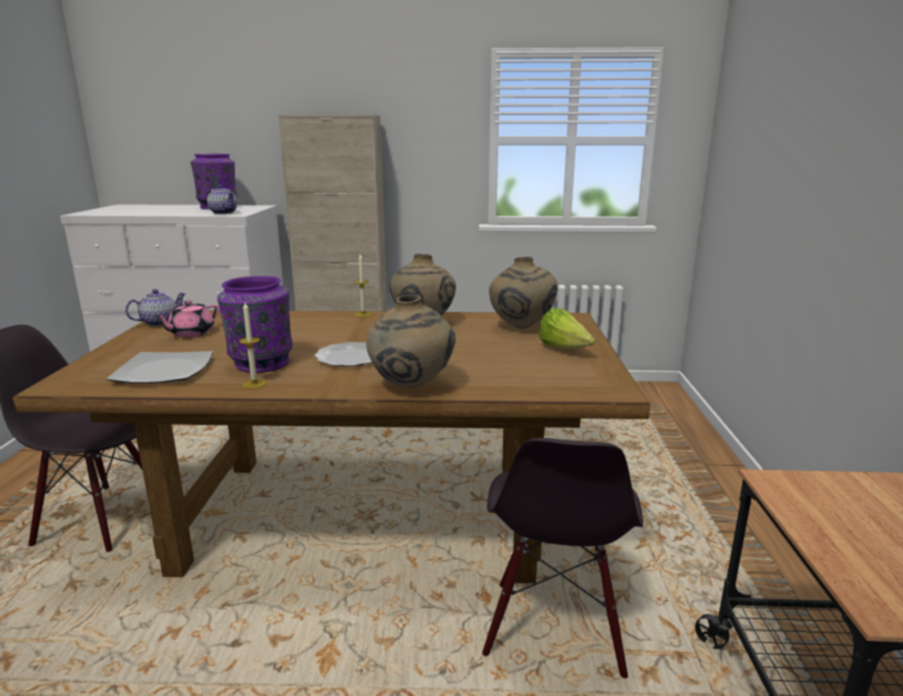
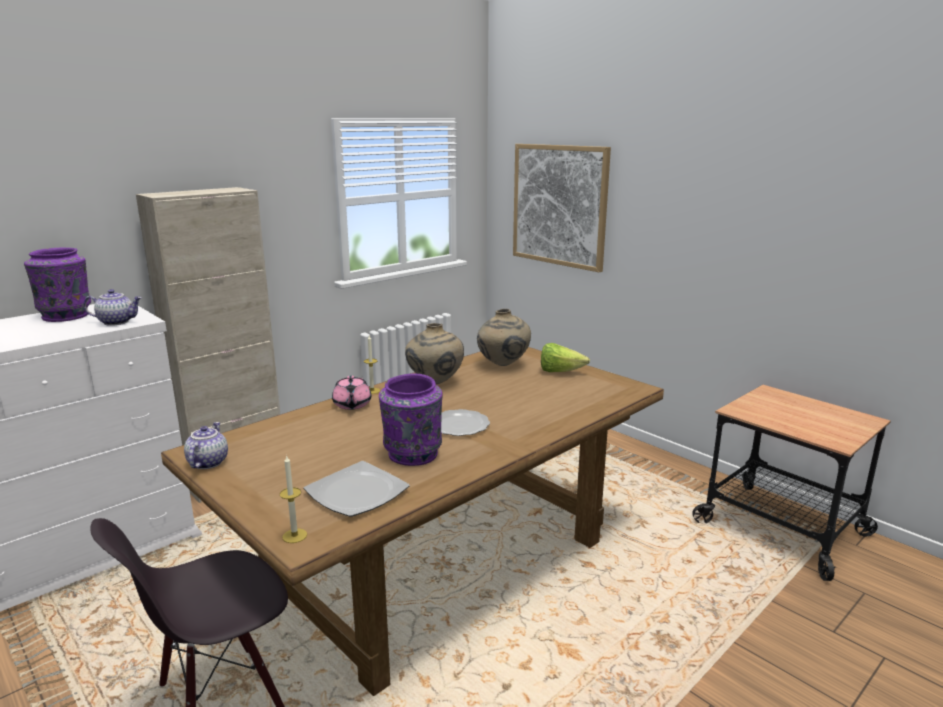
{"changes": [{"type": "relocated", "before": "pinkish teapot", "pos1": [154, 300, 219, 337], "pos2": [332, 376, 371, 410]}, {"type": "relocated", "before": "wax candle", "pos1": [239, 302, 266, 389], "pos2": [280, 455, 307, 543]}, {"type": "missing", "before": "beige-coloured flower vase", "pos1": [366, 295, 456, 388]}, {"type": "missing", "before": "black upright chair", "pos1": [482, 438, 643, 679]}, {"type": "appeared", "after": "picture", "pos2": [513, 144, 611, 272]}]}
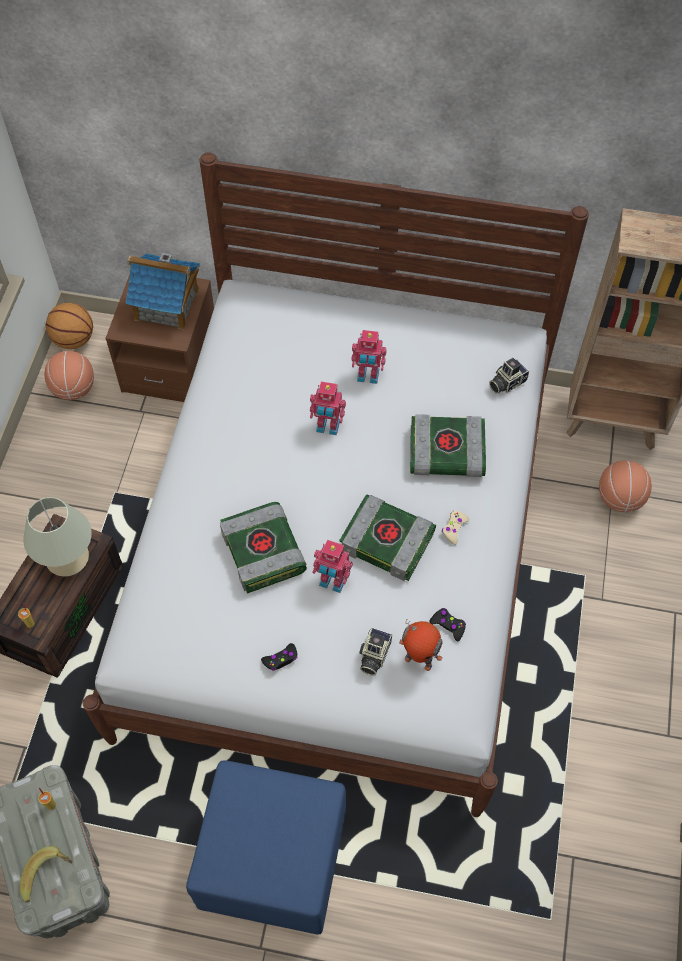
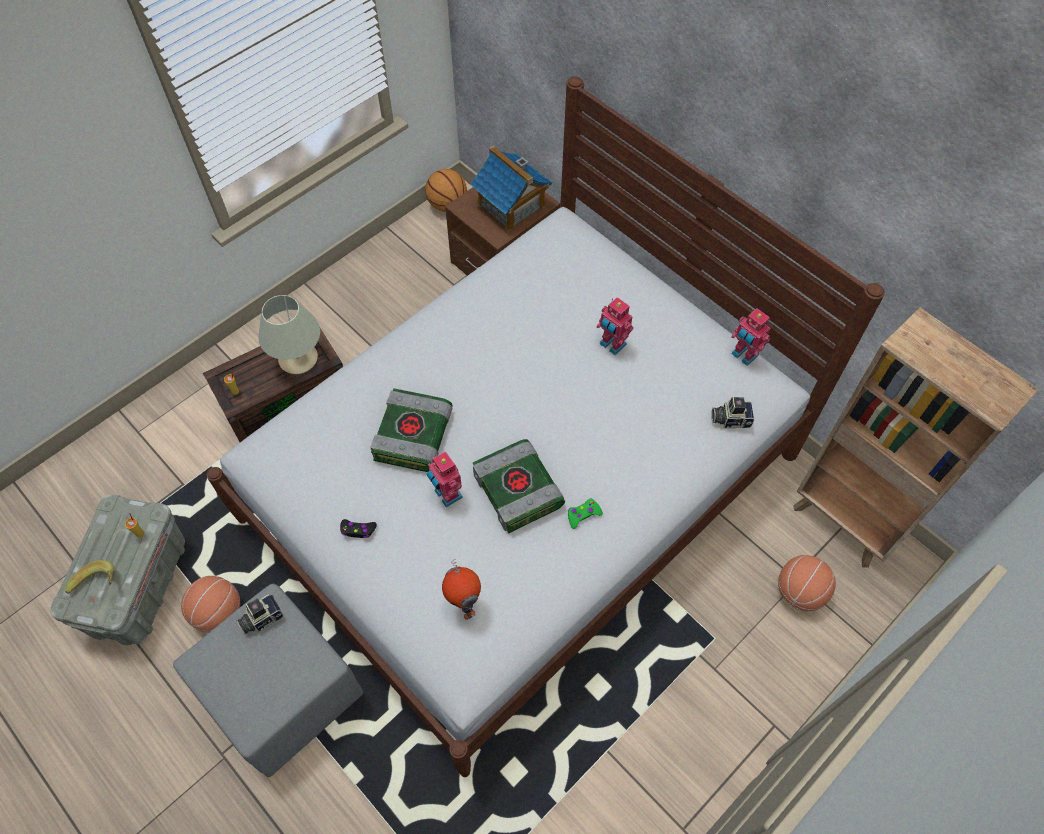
{"changes": [{"type": "relocated", "before": "ball for basketball", "pos1": [44, 351, 94, 400], "pos2": [181, 576, 240, 633]}, {"type": "colour", "before": "bluish ottoman", "after": "greyish ottoman", "pos1": [186, 760, 346, 935], "pos2": [173, 583, 363, 777]}, {"type": "relocated", "before": "model robot", "pos1": [310, 381, 346, 435], "pos2": [731, 308, 771, 366]}, {"type": "relocated", "before": "still camera", "pos1": [359, 628, 392, 676], "pos2": [237, 594, 284, 634]}, {"type": "missing", "before": "book", "pos1": [410, 414, 486, 477]}, {"type": "missing", "before": "black game controller", "pos1": [429, 608, 466, 641]}, {"type": "colour", "before": "beige-coloured game controller", "after": "green game controller", "pos1": [442, 511, 469, 545], "pos2": [568, 498, 603, 529]}]}
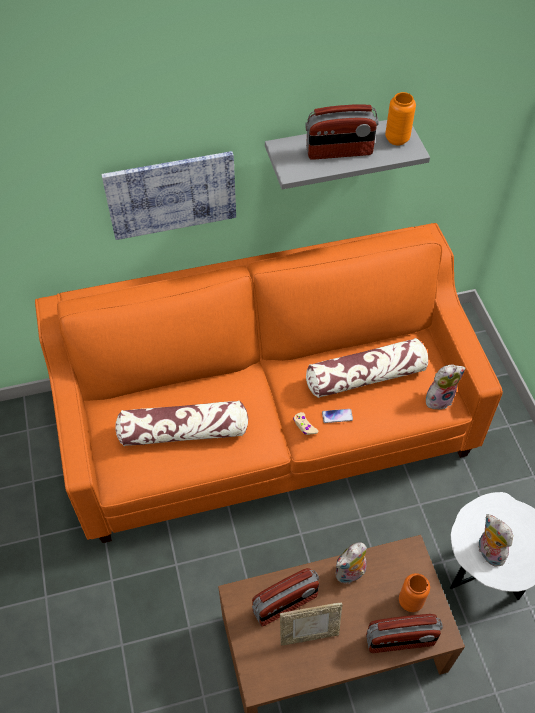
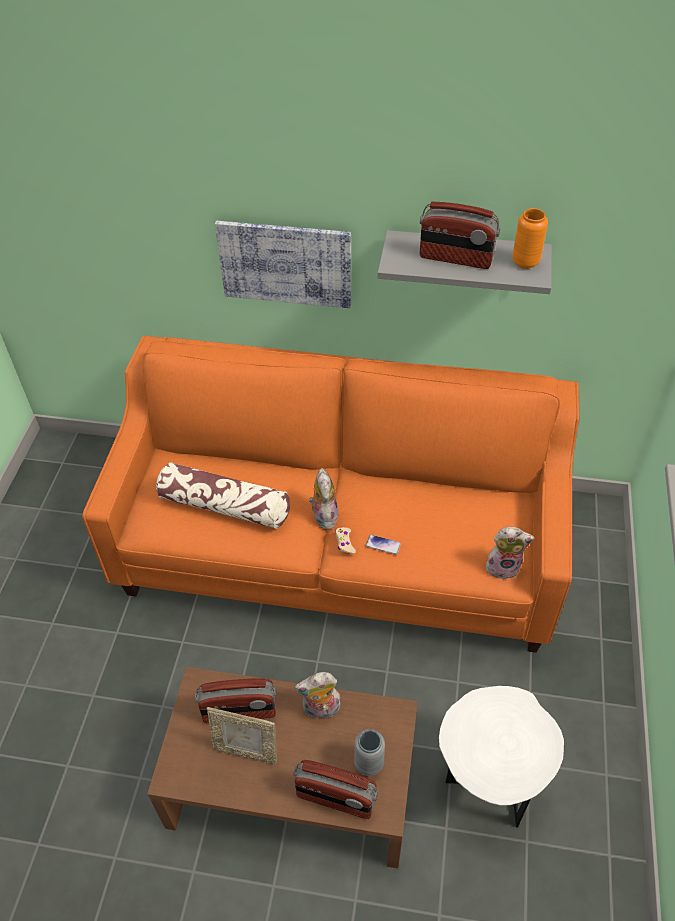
{"changes": [{"type": "missing", "before": "pillow", "pos1": [306, 338, 428, 398]}, {"type": "colour", "before": "orange flower vase", "after": "greyish flower vase", "pos1": [399, 573, 430, 612], "pos2": [354, 729, 385, 776]}, {"type": "relocated", "before": "cuddly toy", "pos1": [479, 514, 513, 567], "pos2": [309, 468, 339, 530]}]}
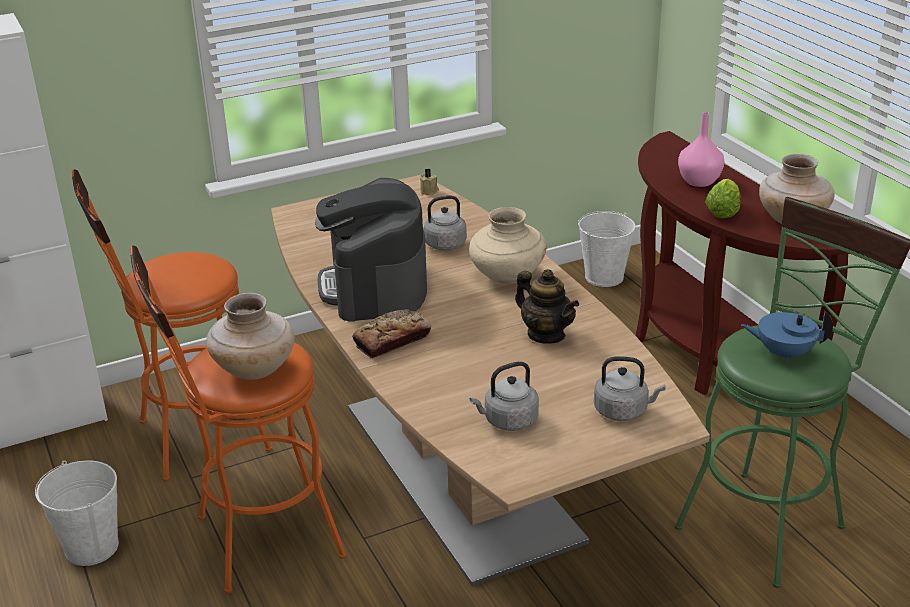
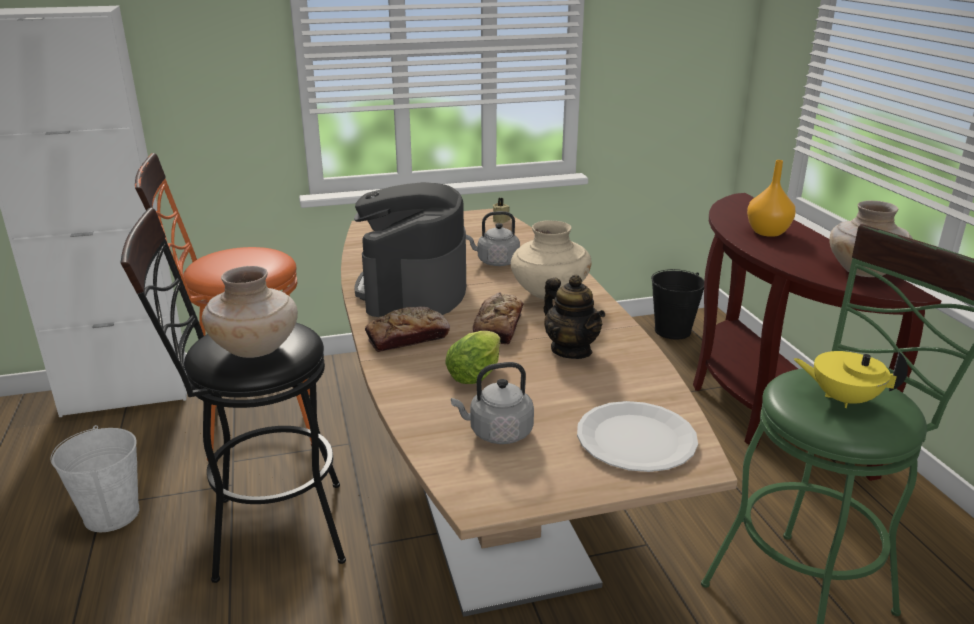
{"changes": [{"type": "colour", "before": "orange stool", "after": "black stool", "pos1": [130, 246, 347, 594], "pos2": [121, 208, 346, 583]}, {"type": "colour", "before": "whitish water bucket", "after": "black water bucket", "pos1": [578, 211, 636, 287], "pos2": [651, 269, 704, 340]}, {"type": "exchanged", "before": "greyish kettle", "after": "whitish plate", "pos1": [594, 356, 665, 421], "pos2": [577, 401, 698, 472]}, {"type": "colour", "before": "pinkish flower vase", "after": "orange flower vase", "pos1": [678, 112, 725, 187], "pos2": [747, 160, 796, 237]}, {"type": "relocated", "before": "head of lettuce", "pos1": [705, 179, 741, 218], "pos2": [446, 331, 501, 384]}, {"type": "colour", "before": "bluish teapot", "after": "yellow teapot", "pos1": [741, 311, 833, 362], "pos2": [794, 351, 908, 408]}, {"type": "appeared", "after": "bread", "pos2": [473, 292, 524, 344]}]}
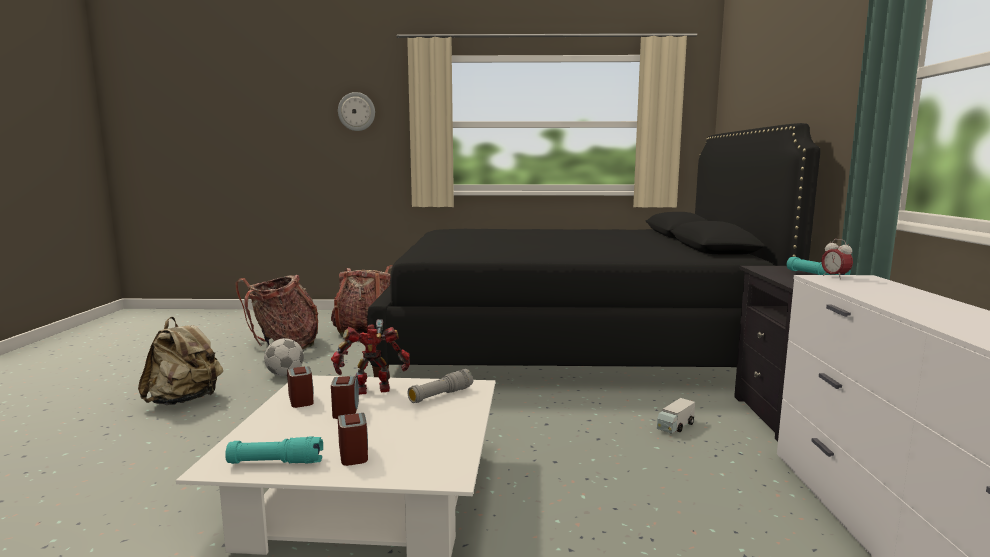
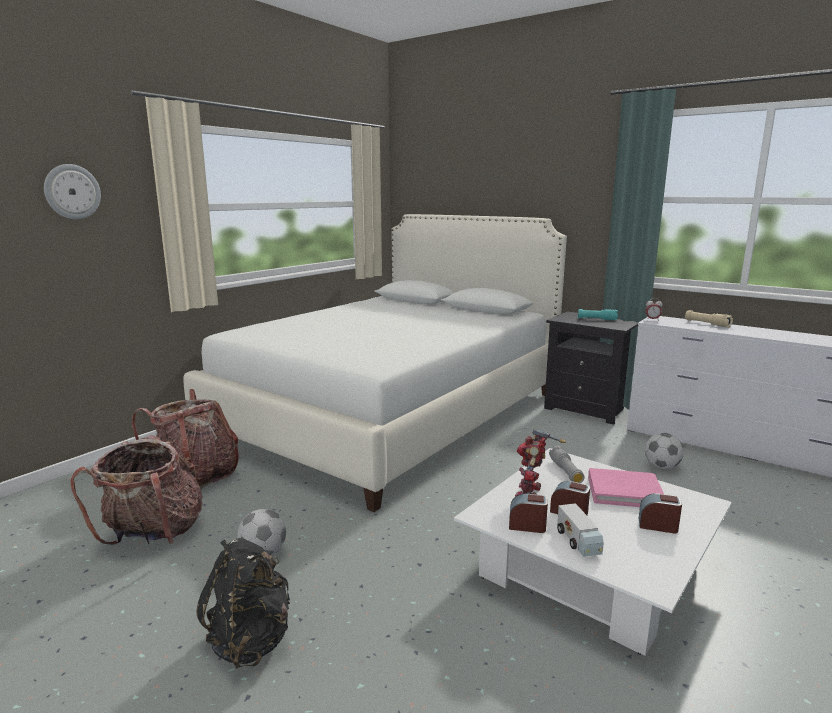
{"changes": [{"type": "colour", "before": "beige-coloured knapsack", "after": "black knapsack", "pos1": [138, 317, 223, 405], "pos2": [196, 538, 290, 669]}, {"type": "missing", "before": "turquoise flashlight", "pos1": [225, 436, 323, 464]}, {"type": "colour", "before": "black bed", "after": "whitish bed", "pos1": [367, 123, 820, 377], "pos2": [183, 214, 567, 512]}, {"type": "relocated", "before": "toy lorry", "pos1": [657, 398, 695, 434], "pos2": [557, 503, 604, 557]}, {"type": "appeared", "after": "pinkish book", "pos2": [588, 468, 664, 507]}, {"type": "appeared", "after": "football", "pos2": [645, 433, 684, 469]}, {"type": "appeared", "after": "beige-coloured flashlight", "pos2": [685, 310, 733, 328]}]}
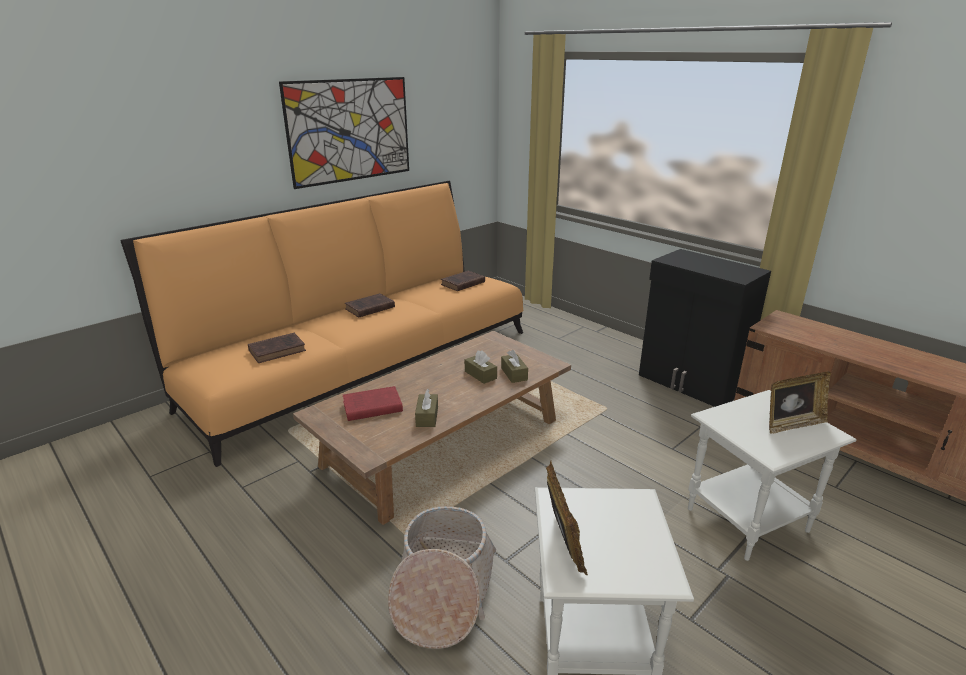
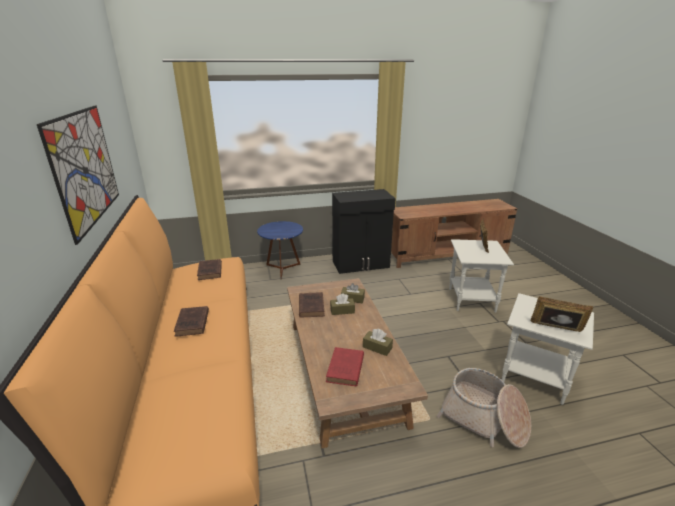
{"changes": [{"type": "relocated", "before": "brown-coloured book", "pos1": [248, 333, 306, 363], "pos2": [299, 292, 325, 318]}, {"type": "appeared", "after": "bluish accent table", "pos2": [257, 221, 303, 279]}]}
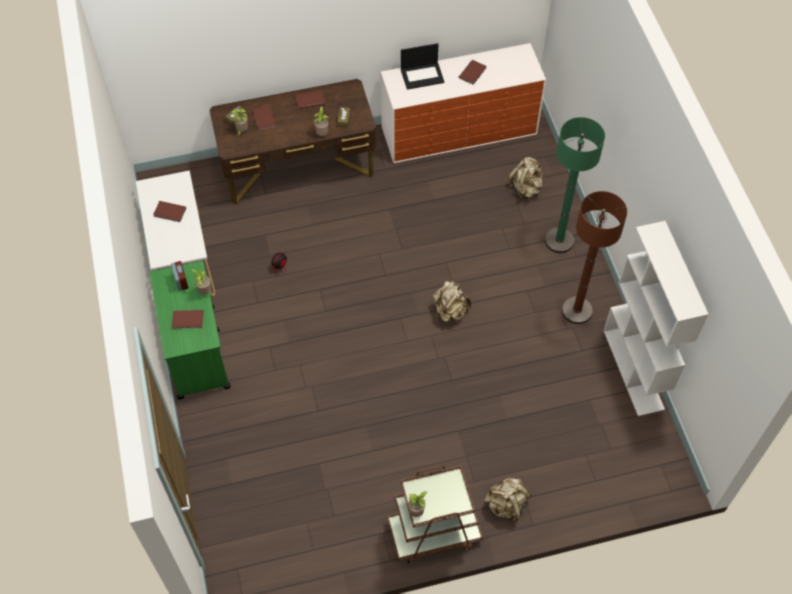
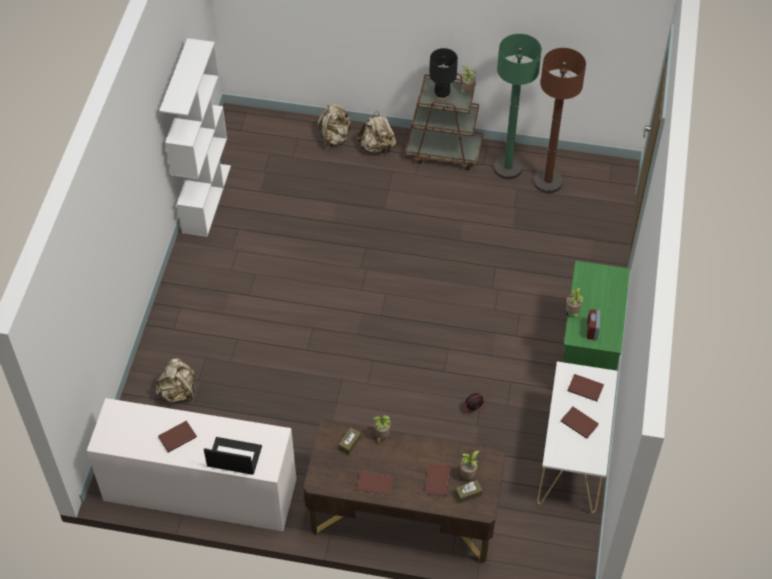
{"changes": [{"type": "relocated", "before": "brown-coloured book", "pos1": [172, 310, 204, 329], "pos2": [567, 374, 604, 401]}, {"type": "relocated", "before": "beige-coloured knapsack", "pos1": [433, 281, 471, 322], "pos2": [317, 104, 352, 148]}, {"type": "relocated", "before": "green standing lamp", "pos1": [545, 117, 605, 253], "pos2": [494, 34, 542, 179]}, {"type": "relocated", "before": "brown-coloured standing lamp", "pos1": [562, 191, 627, 324], "pos2": [533, 48, 586, 193]}, {"type": "appeared", "after": "black table lamp", "pos2": [429, 48, 458, 100]}]}
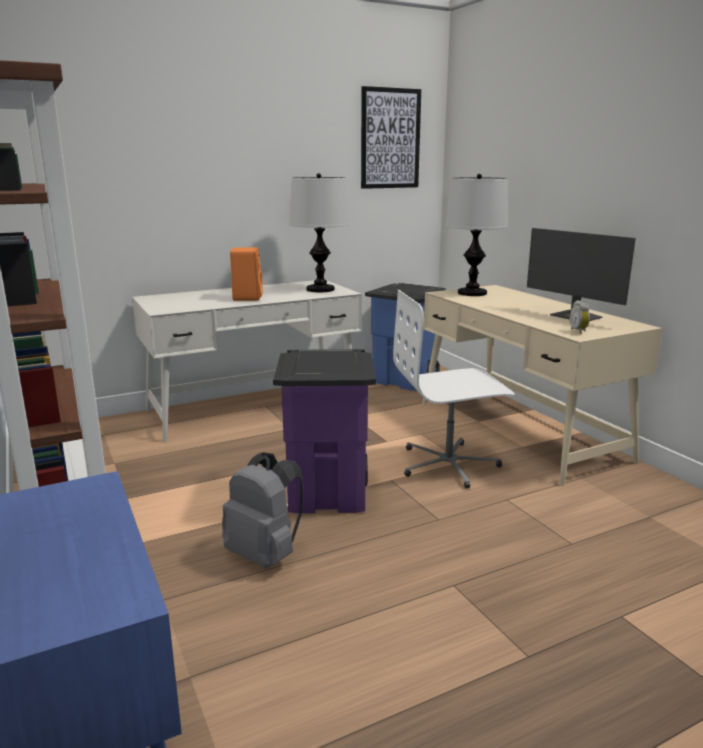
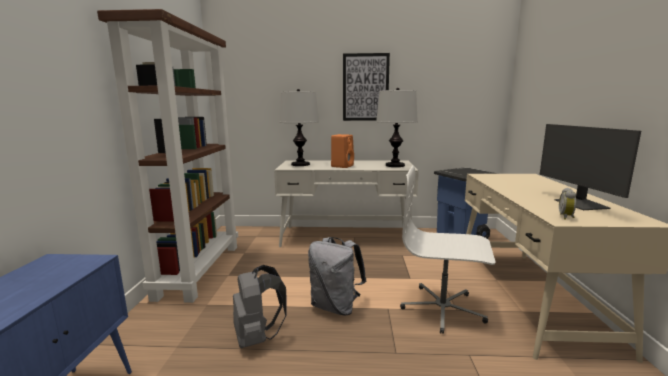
{"changes": [{"type": "exchanged", "before": "purplish waste bin", "after": "greyish knapsack", "pos1": [273, 349, 376, 513], "pos2": [308, 237, 366, 316]}, {"type": "relocated", "before": "picture", "pos1": [361, 86, 421, 189], "pos2": [343, 53, 390, 121]}, {"type": "relocated", "before": "table lamp", "pos1": [445, 174, 508, 296], "pos2": [279, 89, 319, 166]}]}
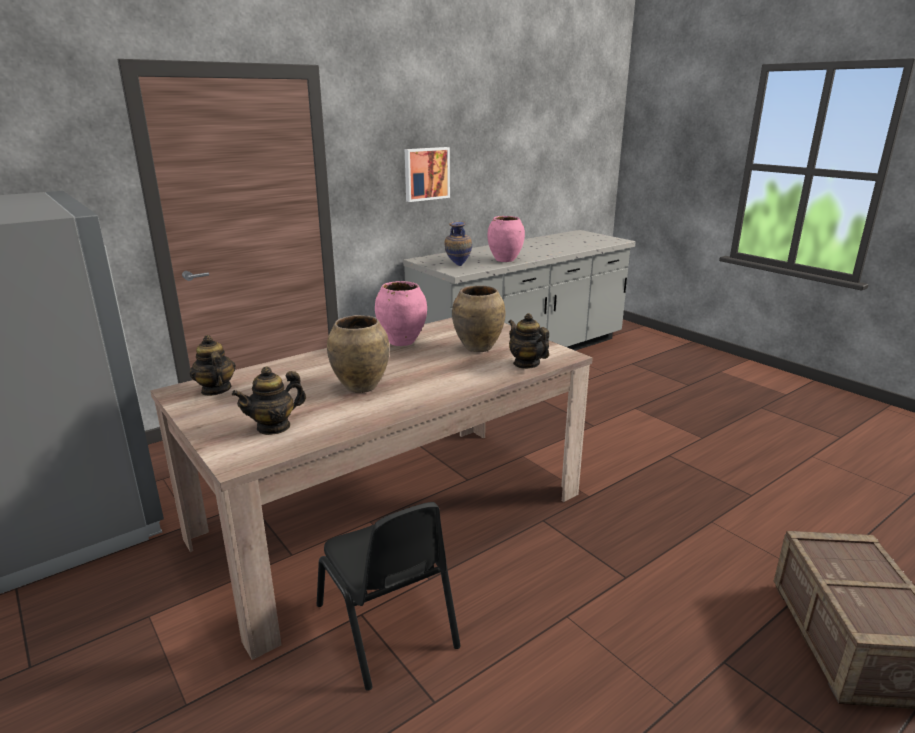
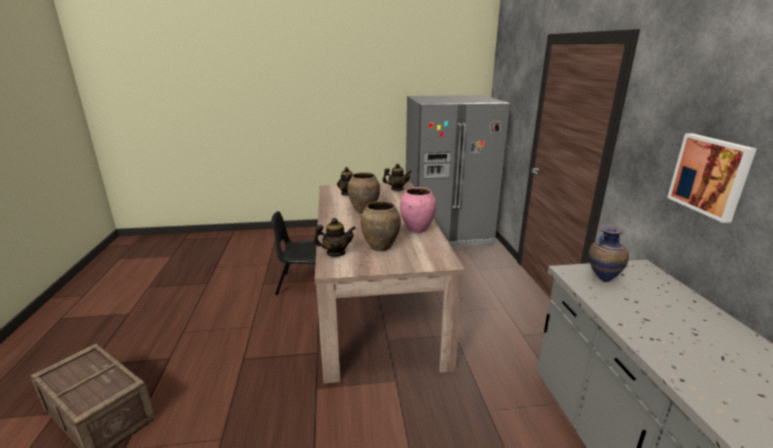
{"changes": [{"type": "missing", "before": "pinkish flower vase", "pos1": [487, 216, 525, 262]}]}
